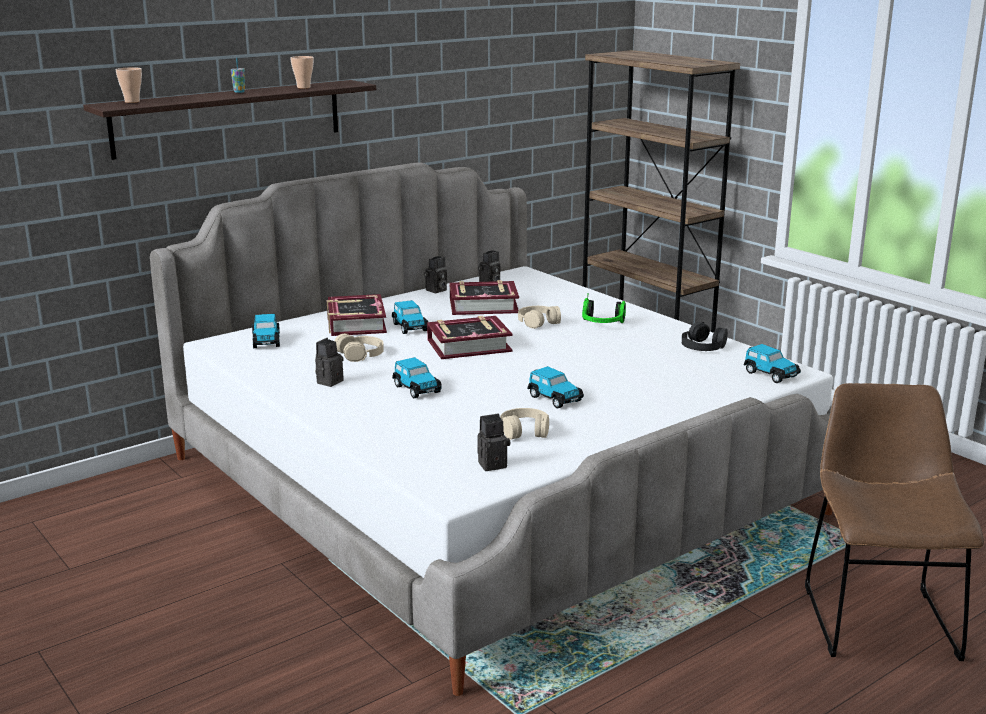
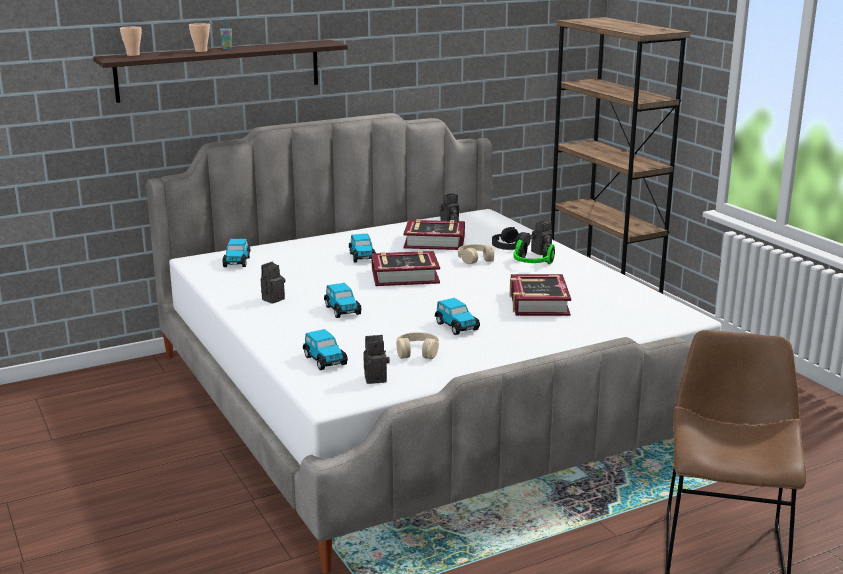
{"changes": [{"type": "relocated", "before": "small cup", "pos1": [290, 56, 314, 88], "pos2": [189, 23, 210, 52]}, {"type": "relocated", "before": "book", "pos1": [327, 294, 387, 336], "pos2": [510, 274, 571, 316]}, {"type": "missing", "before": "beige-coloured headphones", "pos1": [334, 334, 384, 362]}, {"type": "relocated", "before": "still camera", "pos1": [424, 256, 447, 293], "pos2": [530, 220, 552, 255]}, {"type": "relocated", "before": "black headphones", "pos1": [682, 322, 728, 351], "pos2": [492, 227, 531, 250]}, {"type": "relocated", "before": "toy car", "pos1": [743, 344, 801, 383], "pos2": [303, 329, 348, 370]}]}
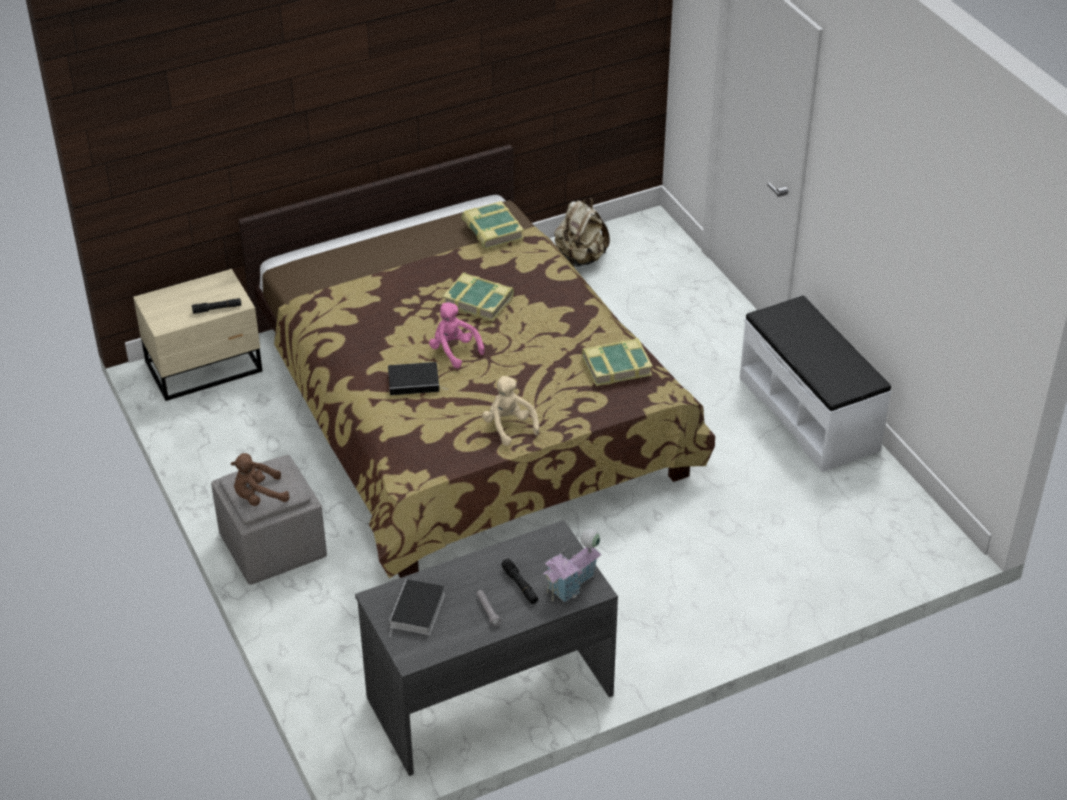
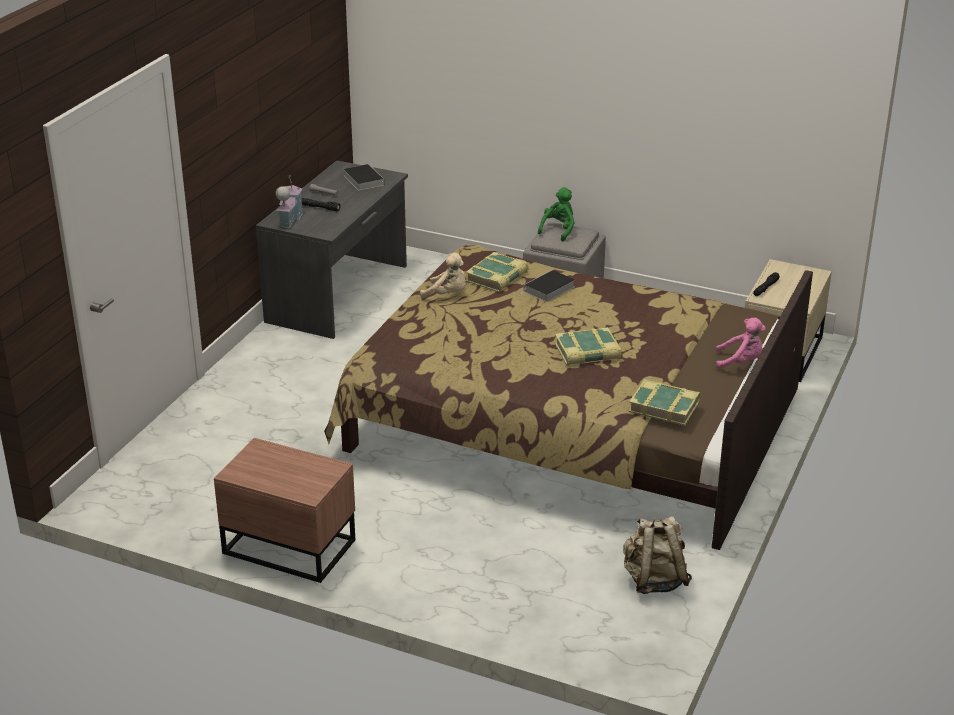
{"changes": [{"type": "colour", "before": "brown-coloured cuddly toy", "after": "green cuddly toy", "pos1": [231, 453, 290, 506], "pos2": [538, 187, 574, 241]}, {"type": "relocated", "before": "pinkish cuddly toy", "pos1": [429, 302, 485, 368], "pos2": [716, 318, 766, 370]}, {"type": "relocated", "before": "book", "pos1": [582, 338, 653, 386], "pos2": [466, 252, 529, 292]}, {"type": "exchanged", "before": "whitish long seat", "after": "brown-coloured nightstand", "pos1": [740, 295, 891, 472], "pos2": [214, 438, 355, 583]}]}
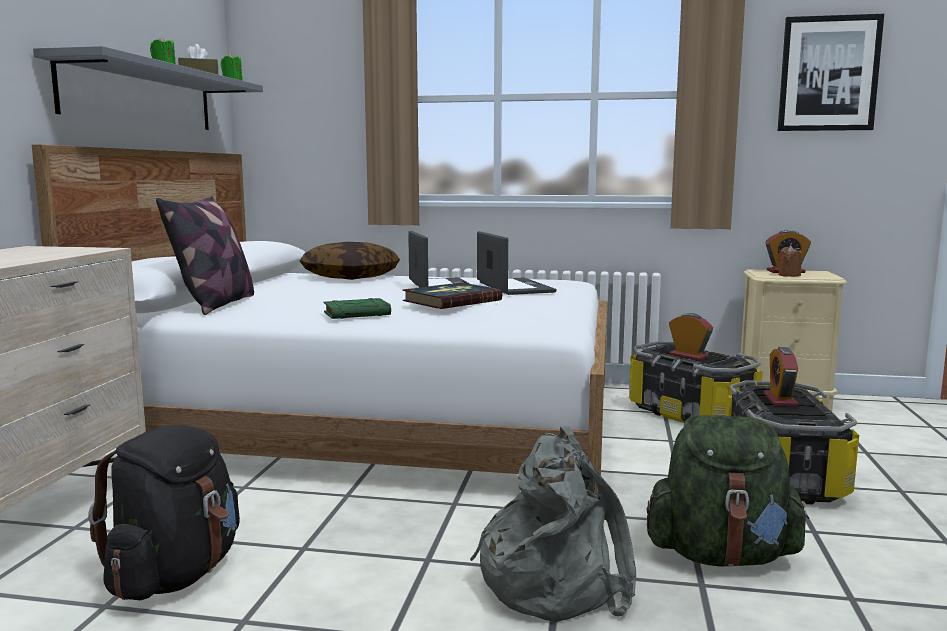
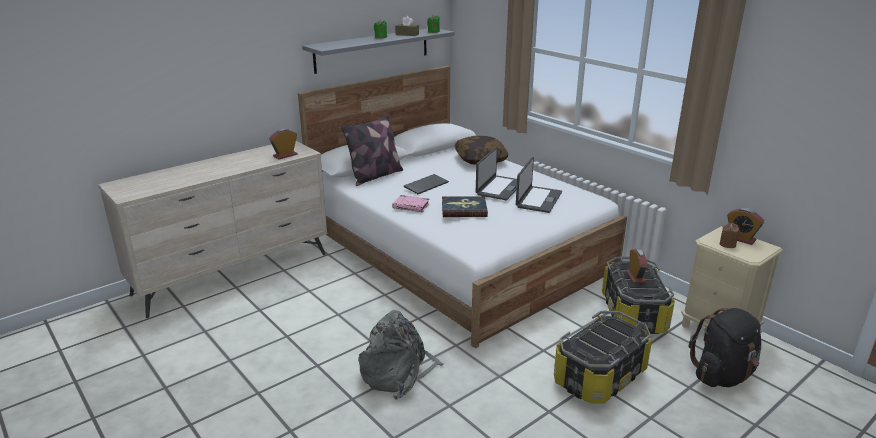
{"changes": [{"type": "relocated", "before": "black knapsack", "pos1": [88, 425, 240, 600], "pos2": [688, 308, 761, 387]}, {"type": "colour", "before": "green book", "after": "pinkish book", "pos1": [324, 298, 391, 319], "pos2": [392, 195, 430, 212]}, {"type": "missing", "before": "green knapsack", "pos1": [647, 415, 809, 567]}, {"type": "relocated", "before": "table clock", "pos1": [764, 347, 799, 407], "pos2": [269, 128, 298, 159]}, {"type": "missing", "before": "picture", "pos1": [778, 14, 884, 131]}, {"type": "appeared", "after": "keyboard", "pos2": [404, 174, 449, 194]}]}
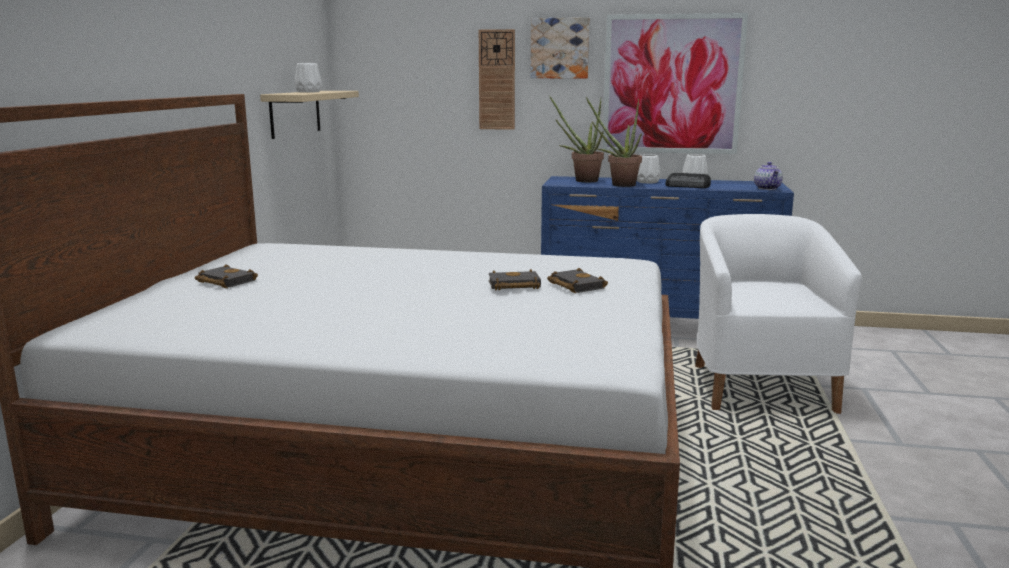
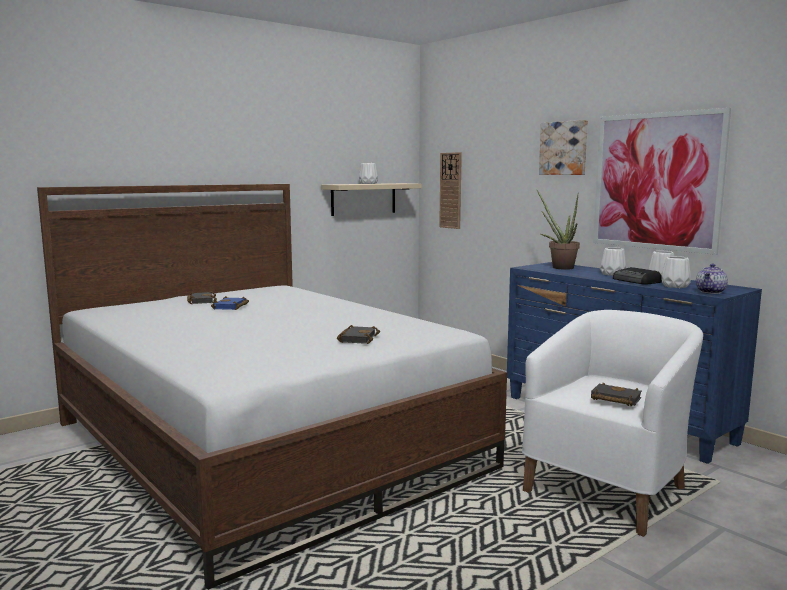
{"changes": [{"type": "relocated", "before": "hanging clock", "pos1": [479, 29, 515, 130], "pos2": [439, 152, 462, 229]}, {"type": "relocated", "before": "black book", "pos1": [489, 269, 541, 290], "pos2": [591, 382, 642, 406]}, {"type": "missing", "before": "plant in a pot", "pos1": [586, 97, 642, 187]}, {"type": "appeared", "after": "bluish book", "pos2": [211, 296, 249, 310]}, {"type": "appeared", "after": "whitish flower vase", "pos2": [661, 256, 691, 288]}]}
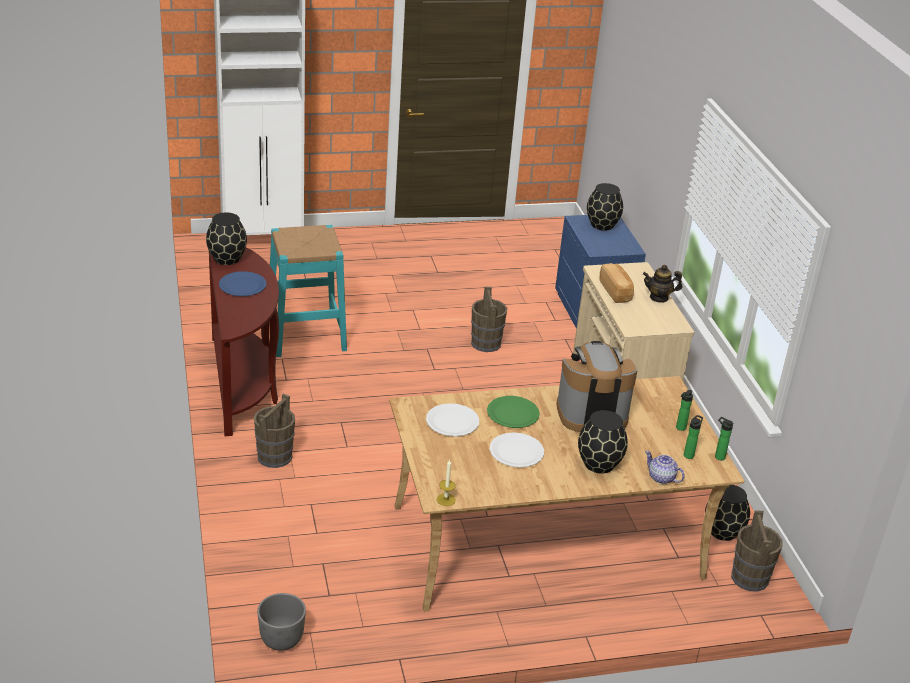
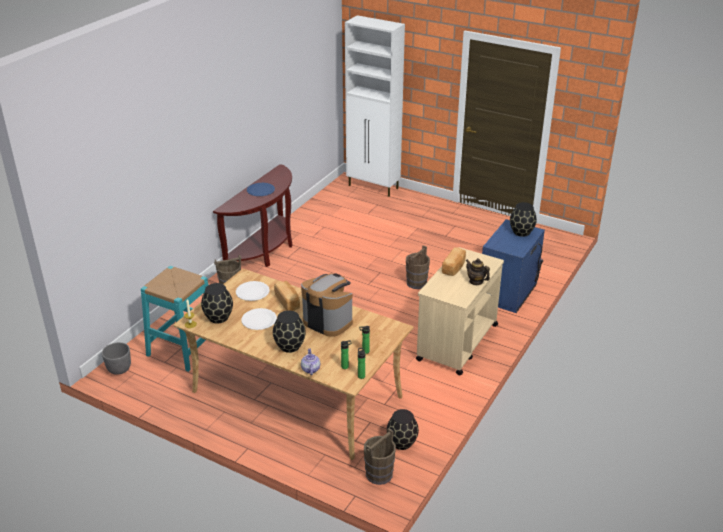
{"changes": [{"type": "relocated", "before": "black flower vase", "pos1": [206, 212, 247, 265], "pos2": [201, 283, 233, 323]}, {"type": "relocated", "before": "turquoise stool", "pos1": [270, 225, 347, 357], "pos2": [141, 266, 208, 372]}, {"type": "exchanged", "before": "green plate", "after": "bread", "pos1": [487, 396, 540, 428], "pos2": [274, 281, 300, 311]}]}
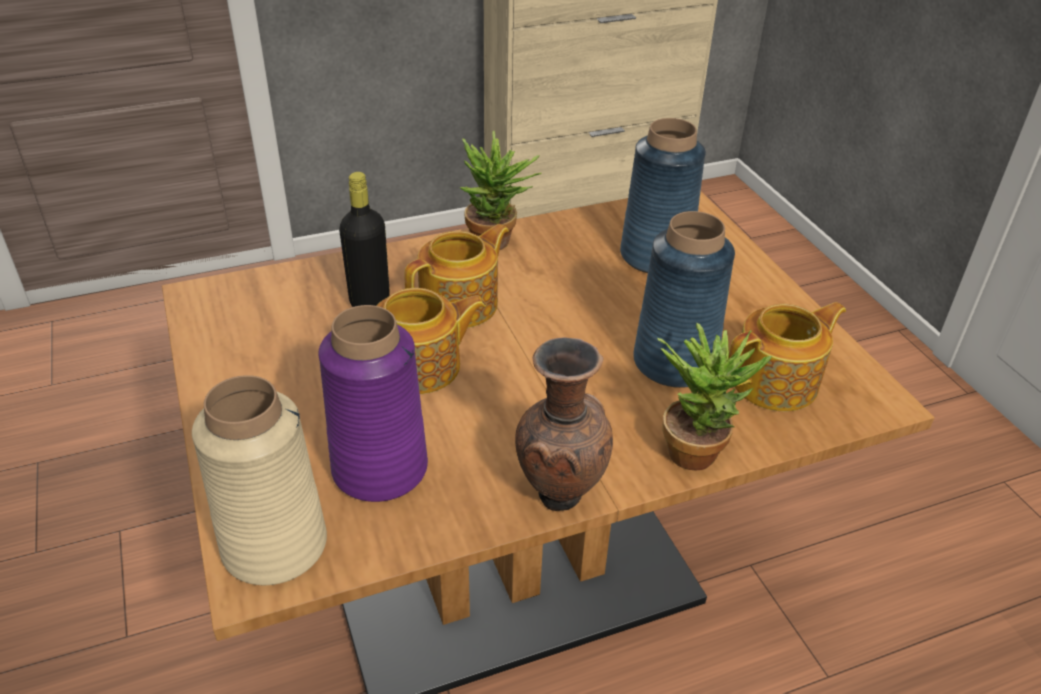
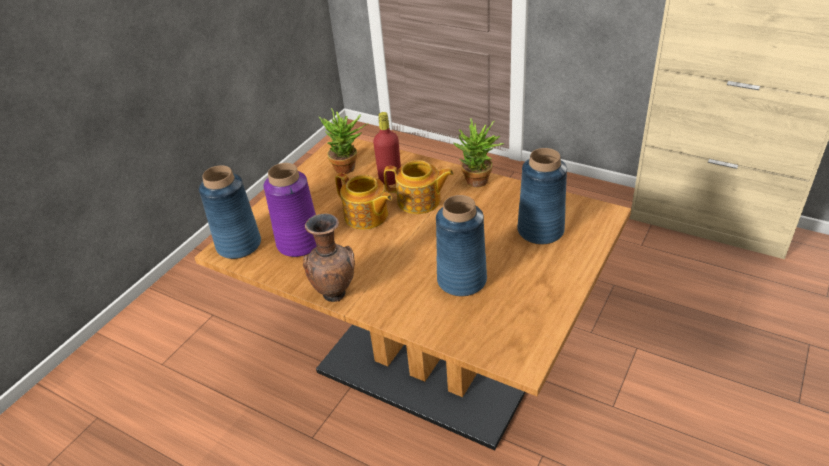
{"changes": [{"type": "colour", "before": "beige-coloured flower vase", "after": "bluish flower vase", "pos1": [192, 375, 327, 585], "pos2": [199, 165, 261, 259]}, {"type": "colour", "before": "black drink bottle", "after": "red drink bottle", "pos1": [339, 172, 390, 307], "pos2": [373, 112, 401, 185]}, {"type": "relocated", "before": "plant in a pot", "pos1": [658, 323, 772, 471], "pos2": [319, 108, 368, 174]}, {"type": "missing", "before": "teapot", "pos1": [728, 302, 846, 412]}]}
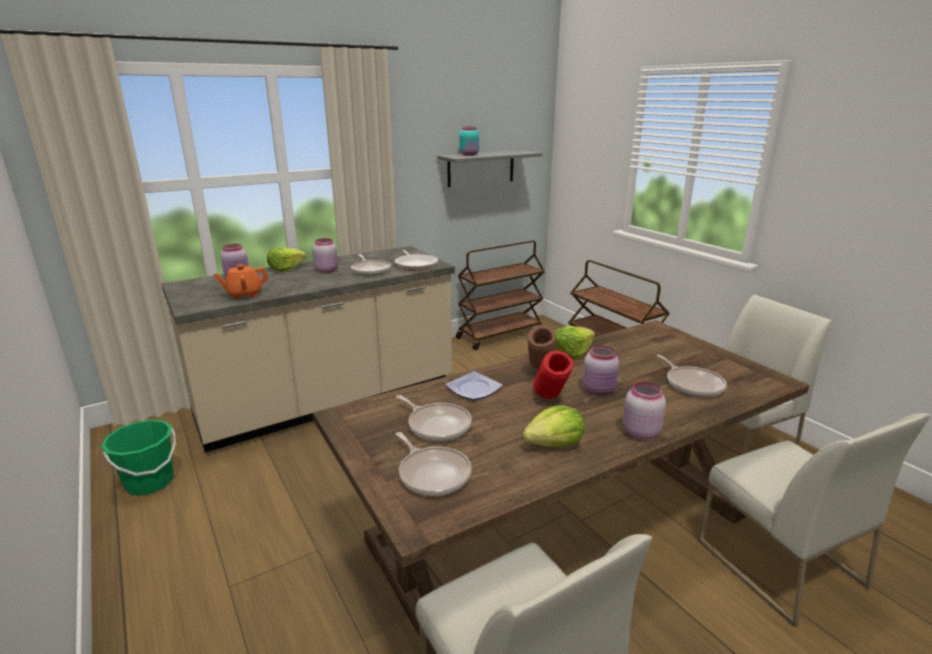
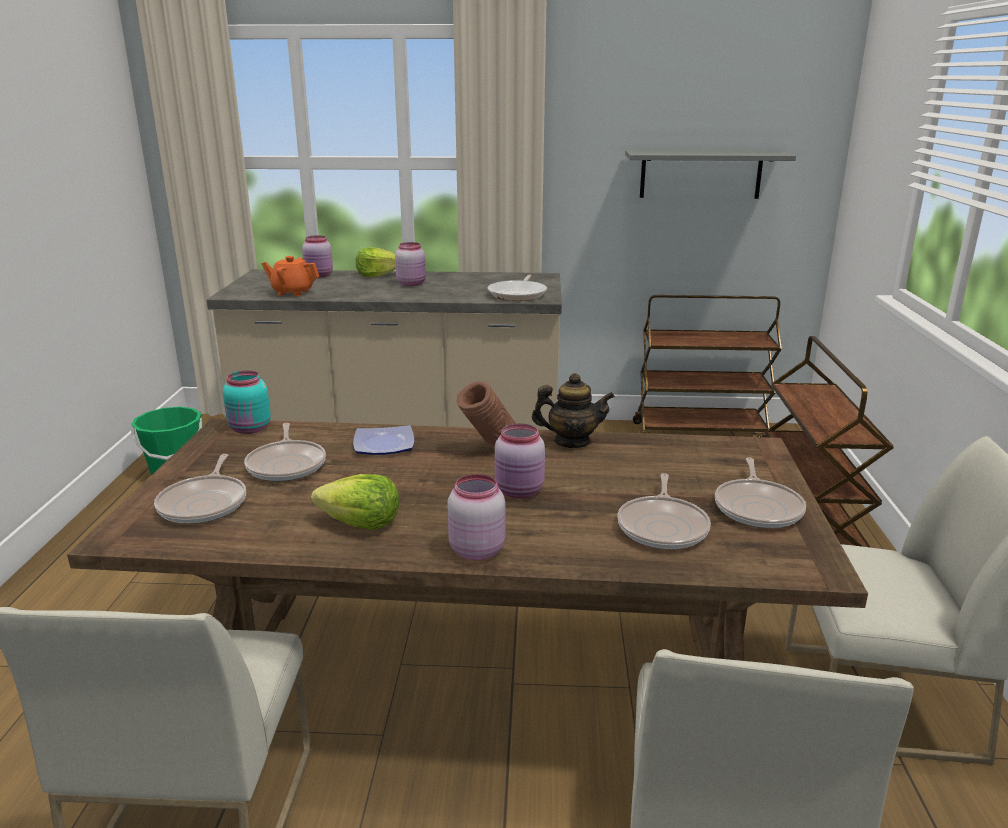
{"changes": [{"type": "relocated", "before": "frying pan", "pos1": [351, 254, 391, 276], "pos2": [715, 457, 806, 528]}, {"type": "relocated", "before": "turquoise jar", "pos1": [459, 127, 479, 156], "pos2": [223, 371, 271, 434]}, {"type": "missing", "before": "red flower vase", "pos1": [533, 351, 573, 399]}, {"type": "exchanged", "before": "head of lettuce", "after": "teapot", "pos1": [555, 326, 595, 359], "pos2": [532, 373, 615, 448]}]}
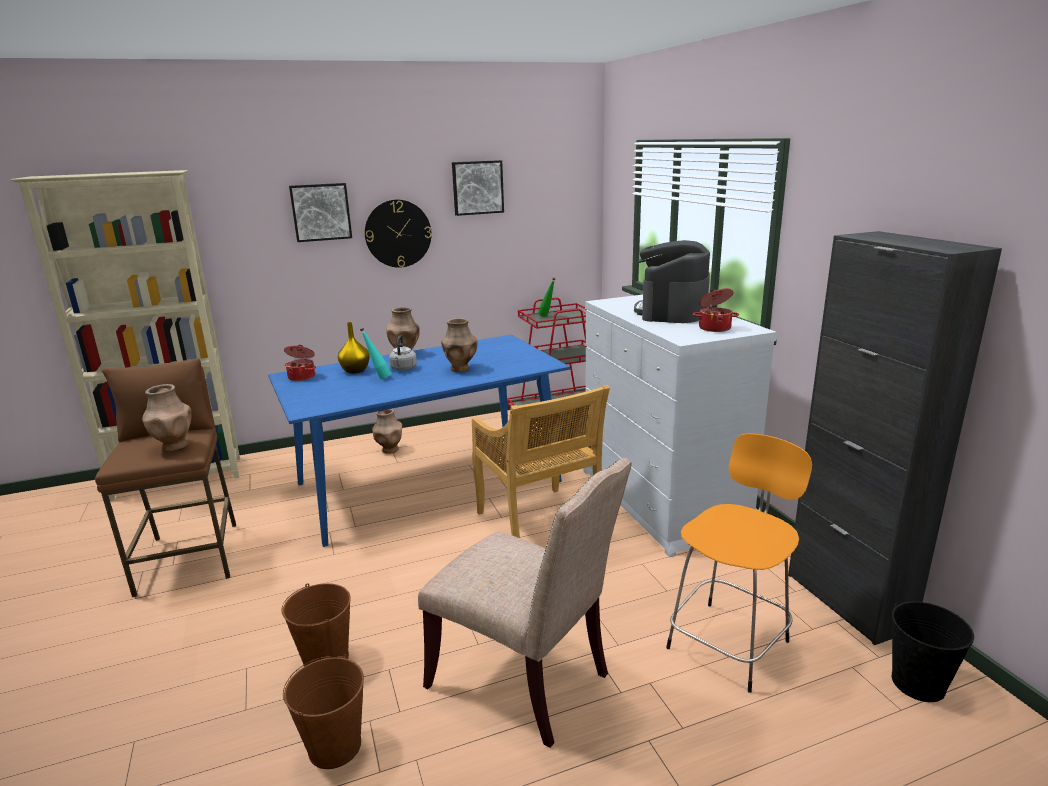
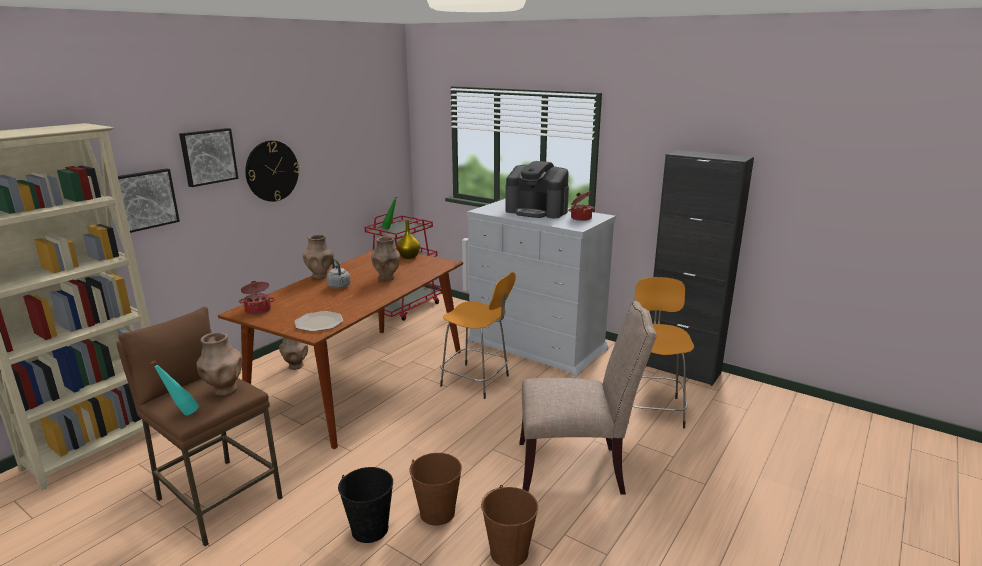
{"changes": [{"type": "colour", "before": "bluish kitchen table", "after": "brown-coloured kitchen table", "pos1": [268, 335, 570, 547], "pos2": [218, 249, 463, 449]}, {"type": "relocated", "before": "yellow flower vase", "pos1": [338, 322, 370, 374], "pos2": [397, 220, 420, 259]}, {"type": "relocated", "before": "turquoise drink bottle", "pos1": [360, 328, 392, 379], "pos2": [151, 361, 199, 416]}, {"type": "relocated", "before": "picture", "pos1": [452, 160, 504, 216], "pos2": [118, 168, 180, 233]}, {"type": "exchanged", "before": "beige-coloured upright chair", "after": "orange stool", "pos1": [472, 385, 610, 538], "pos2": [440, 272, 516, 399]}, {"type": "spun", "before": "coffee brewer", "pos1": [634, 240, 710, 323], "pos2": [505, 161, 569, 218], "turn": -45}, {"type": "relocated", "before": "black water bucket", "pos1": [892, 601, 974, 702], "pos2": [338, 467, 393, 543]}, {"type": "appeared", "after": "plate", "pos2": [294, 311, 343, 332]}]}
